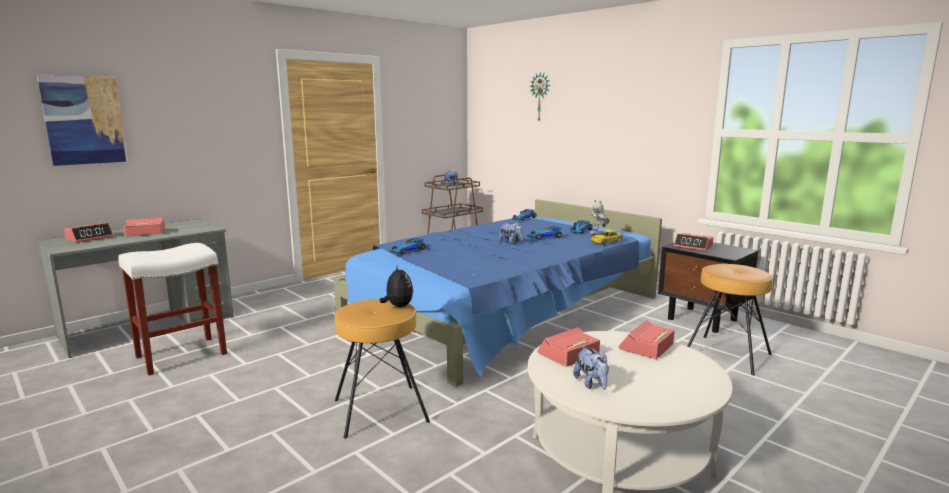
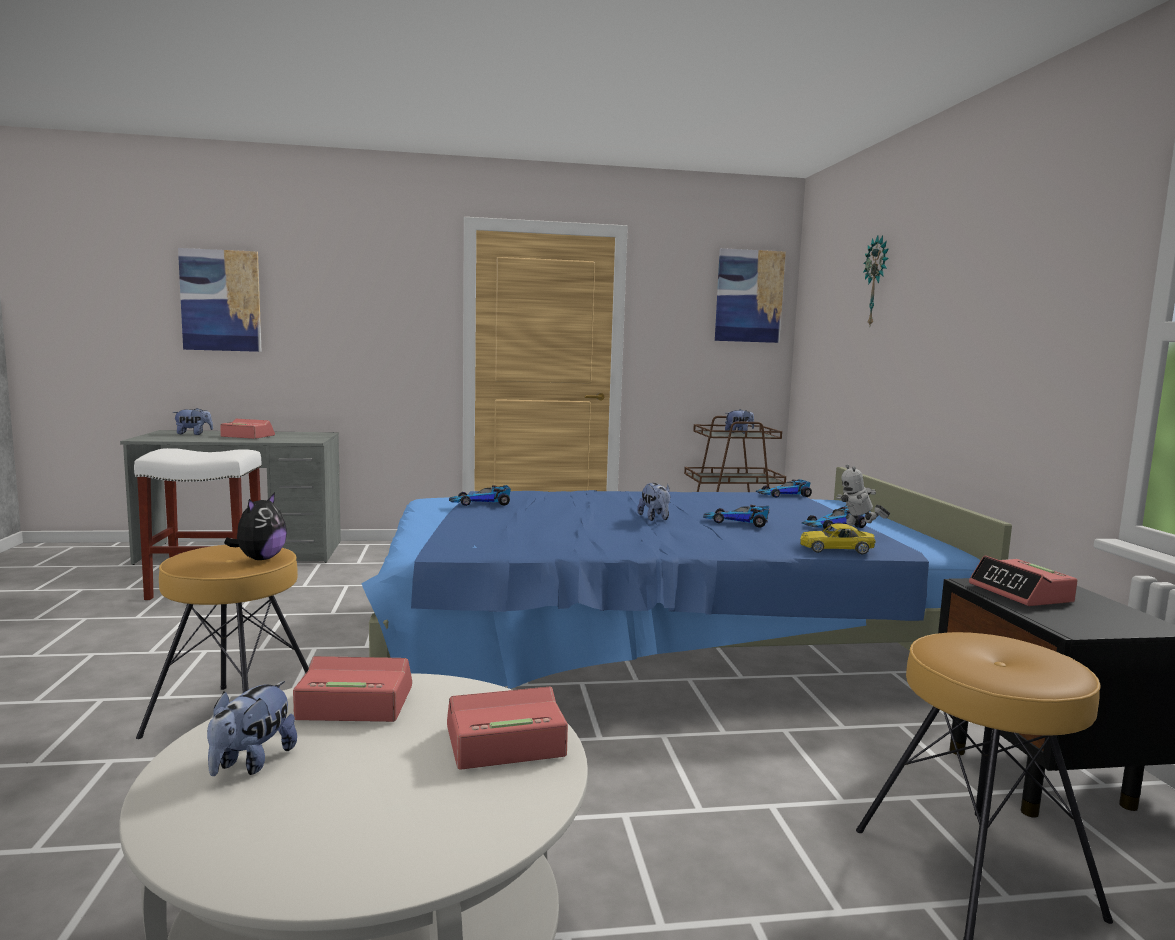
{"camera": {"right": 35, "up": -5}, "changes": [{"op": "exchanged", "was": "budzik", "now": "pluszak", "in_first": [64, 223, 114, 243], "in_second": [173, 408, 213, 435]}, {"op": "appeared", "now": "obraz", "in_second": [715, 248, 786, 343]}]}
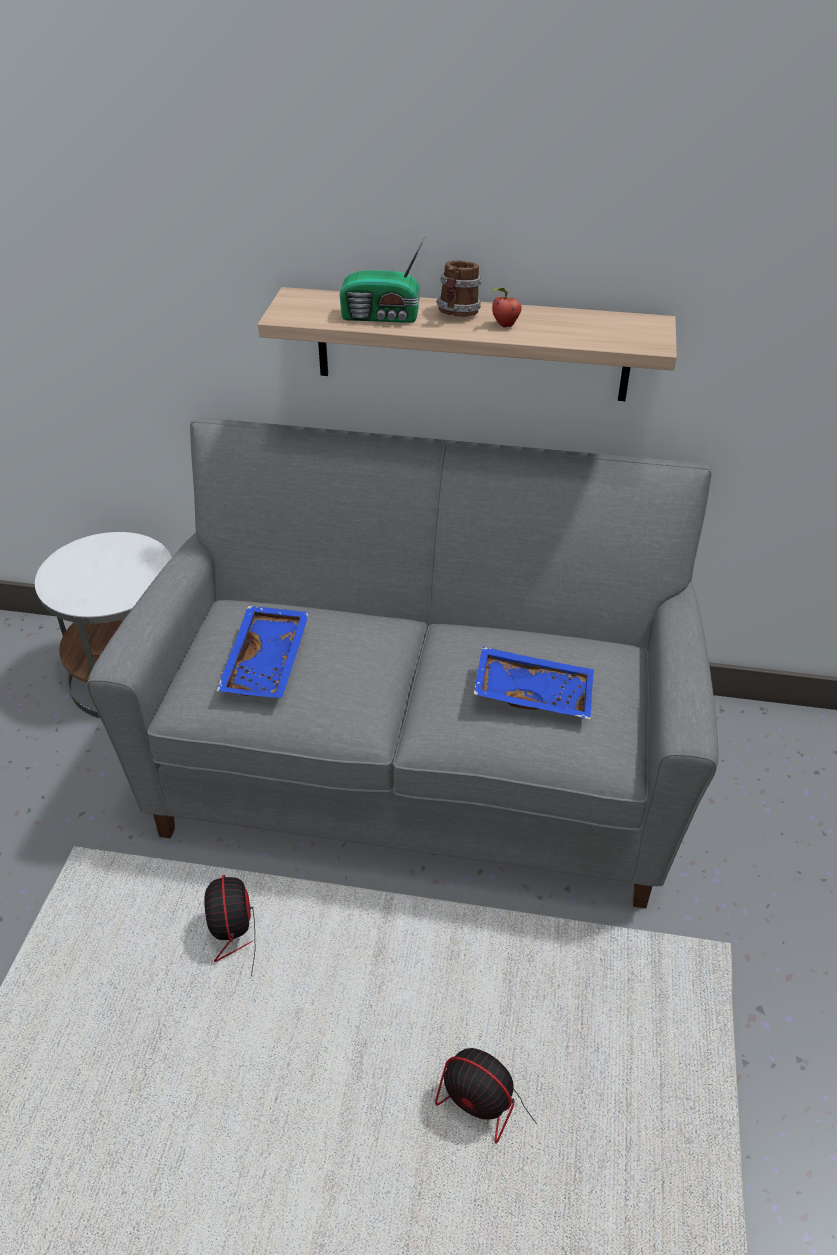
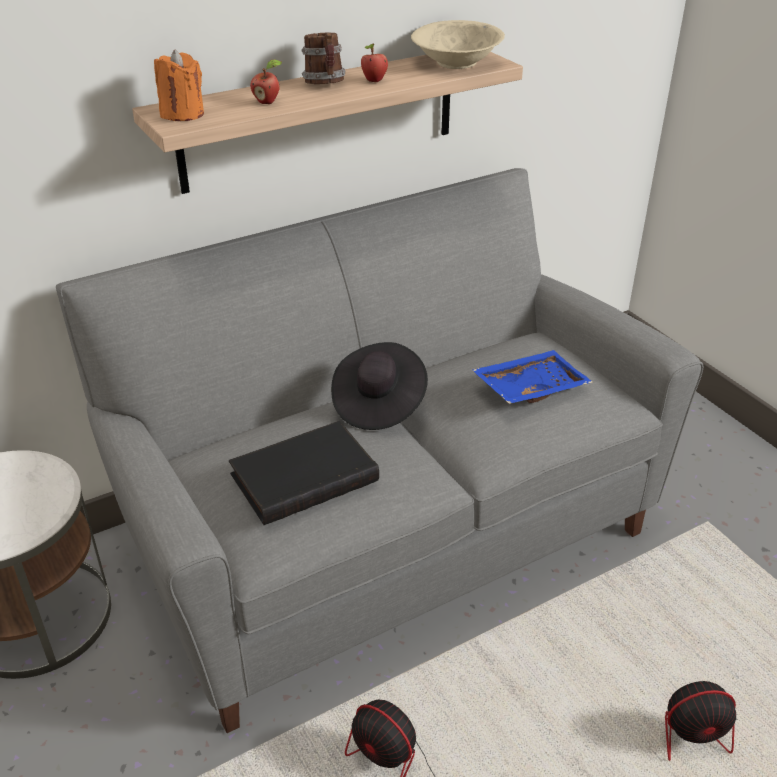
{"camera": {"right": -40, "up": -5}, "changes": [{"op": "exchanged", "was": "taca (niebieski)", "now": "książka (czarny)", "in_first": [217, 606, 309, 698], "in_second": [229, 421, 379, 525]}, {"op": "exchanged", "was": "radio", "now": "jabłko", "in_first": [340, 237, 425, 323], "in_second": [250, 59, 282, 104]}, {"op": "appeared", "now": "świeca (pomarańczowy)", "in_second": [154, 49, 204, 121]}, {"op": "appeared", "now": "kapelusz (czarny)", "in_second": [331, 342, 428, 430]}, {"op": "appeared", "now": "miska (beżowy)", "in_second": [411, 20, 505, 69]}]}
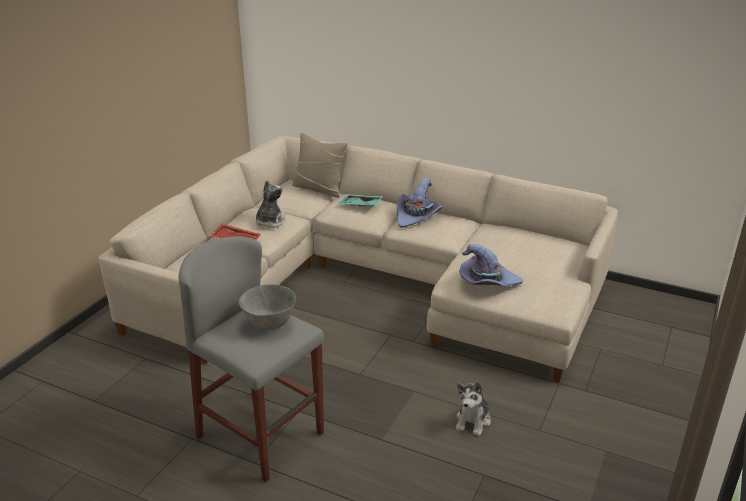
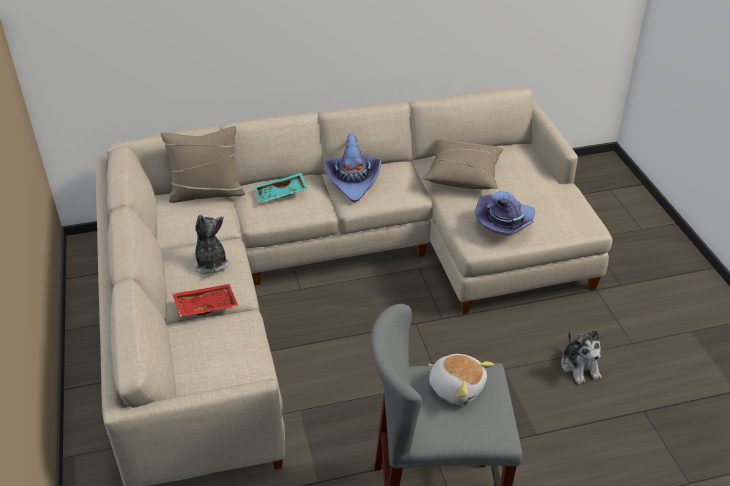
{"camera": {"right": -40, "up": 10}, "changes": [{"op": "exchanged", "was": "miska (szary)", "now": "pluszak", "in_first": [239, 284, 296, 330], "in_second": [428, 354, 494, 405]}, {"op": "appeared", "now": "poduszka (beżowy)", "in_second": [422, 140, 504, 189]}]}
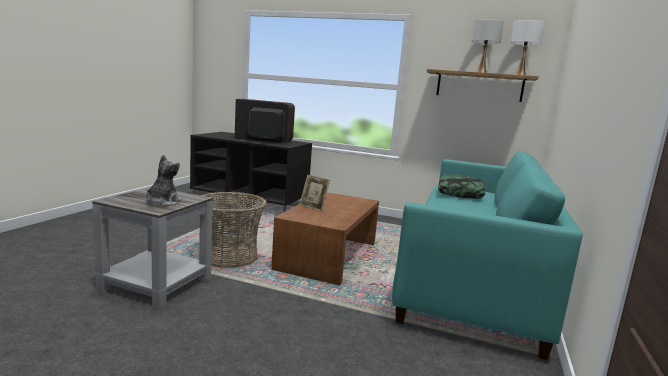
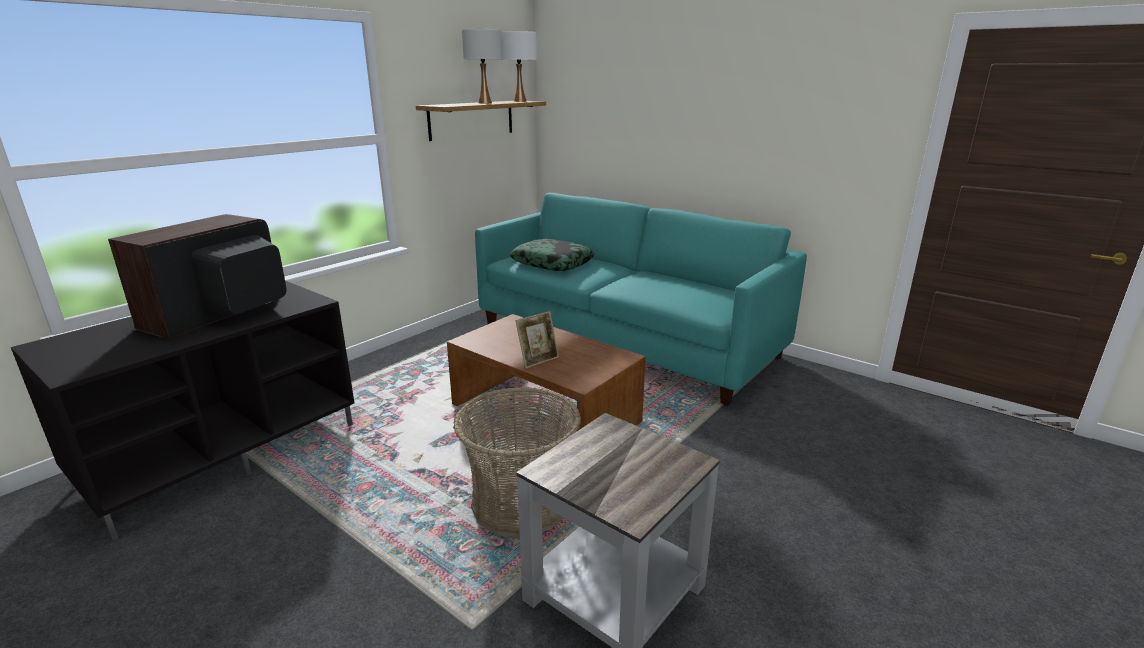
{"camera": {"right": -70, "up": 10}, "changes": [{"op": "missing", "was": "pluszak", "in_first": [146, 155, 181, 206]}]}
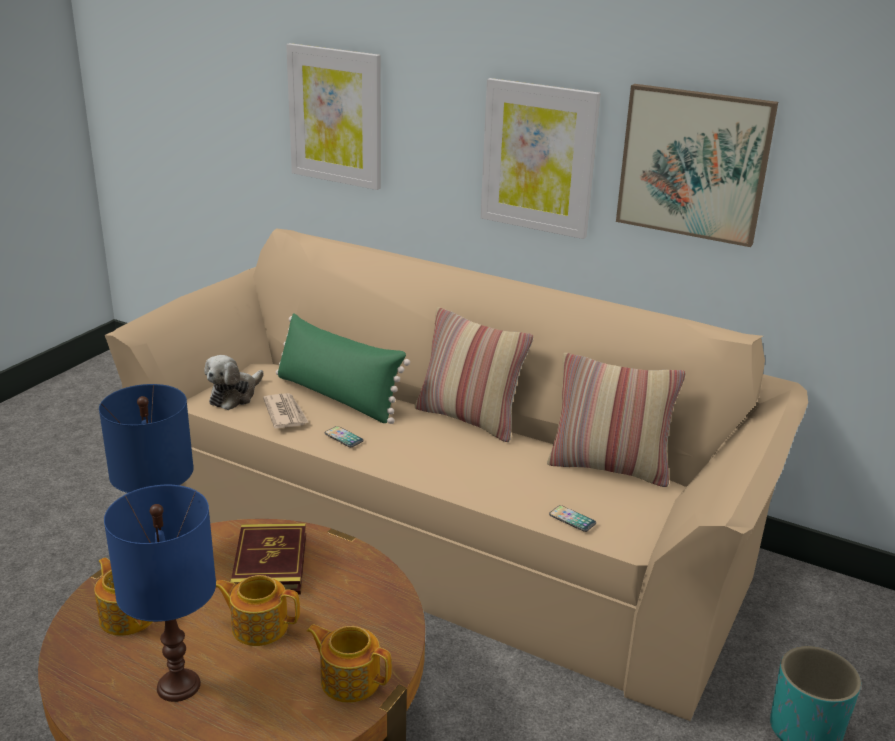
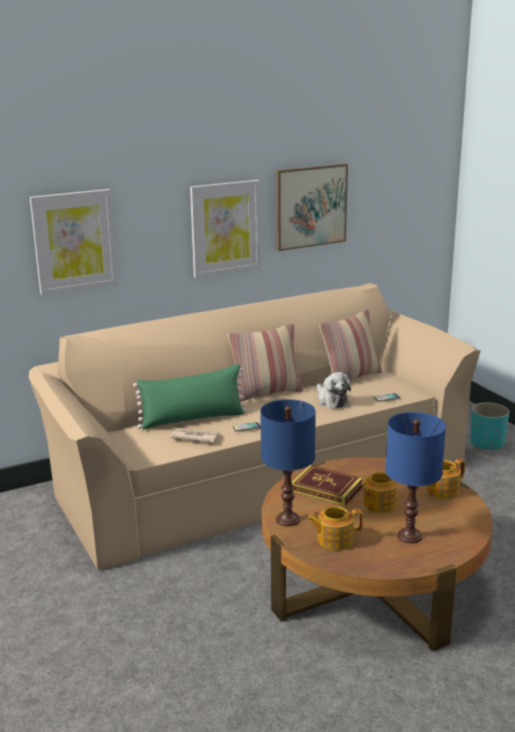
{"camera": {"right": -55, "up": -5}, "changes": [{"op": "relocated", "was": "pluszak", "in_first": [204, 355, 264, 410], "in_second": [317, 372, 351, 409]}]}
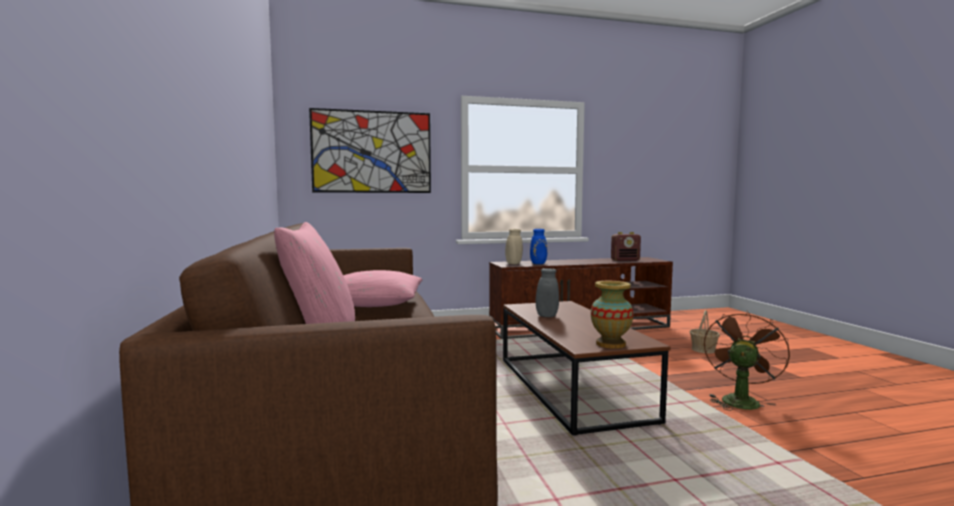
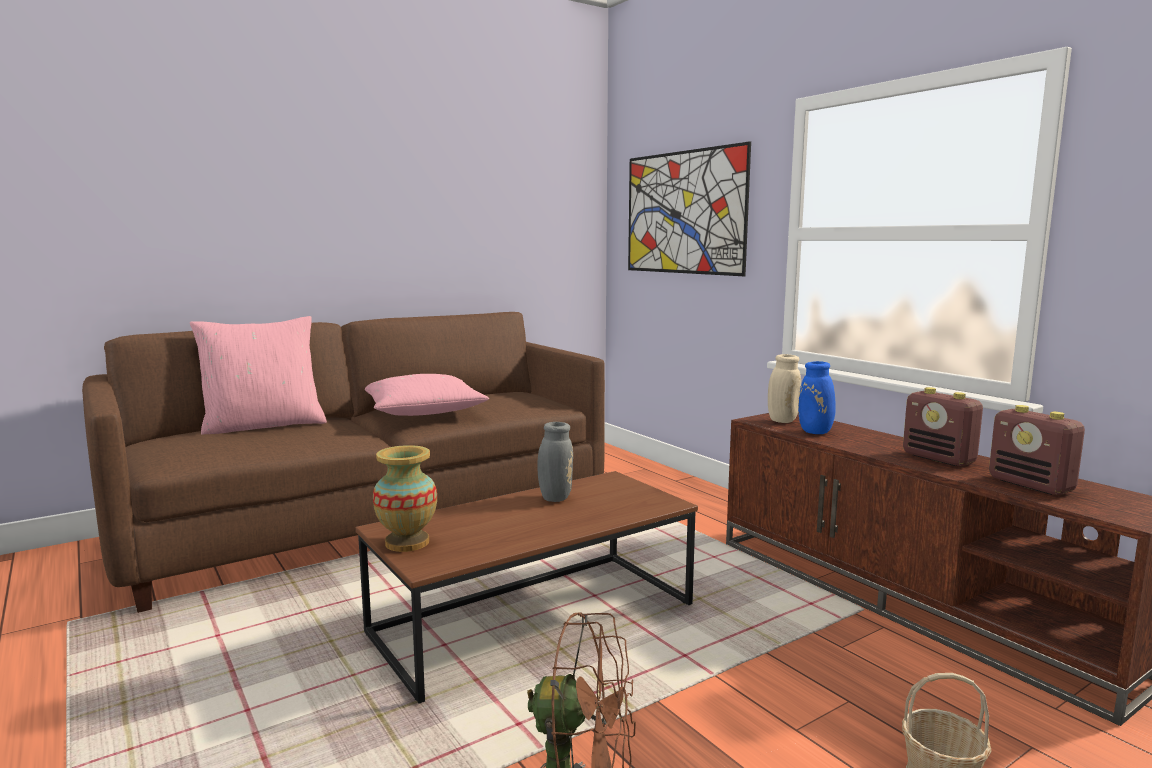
{"camera": {"right": 70, "up": 5}, "changes": [{"op": "appeared", "now": "radio", "in_second": [903, 387, 983, 466]}]}
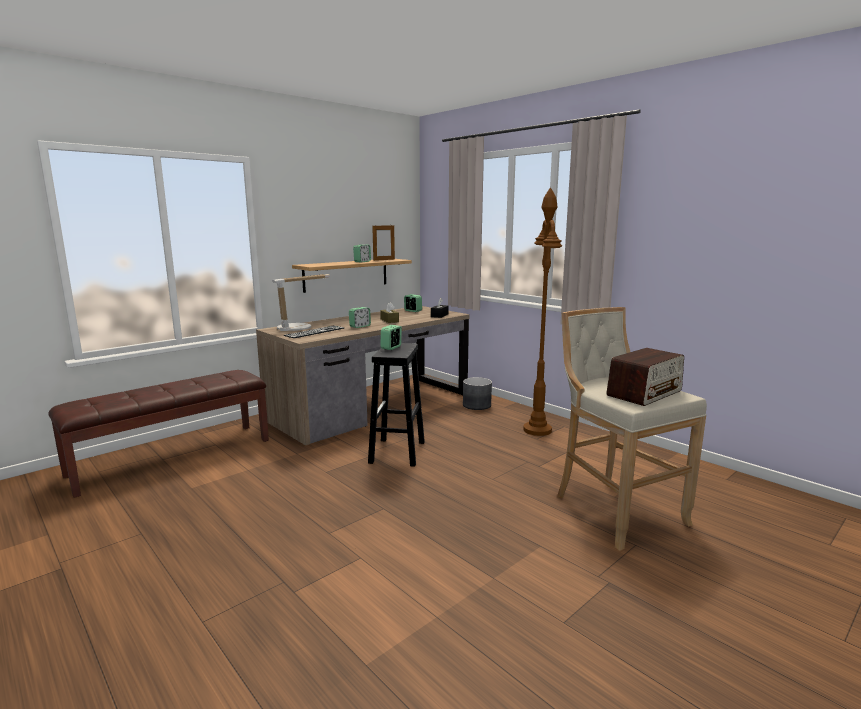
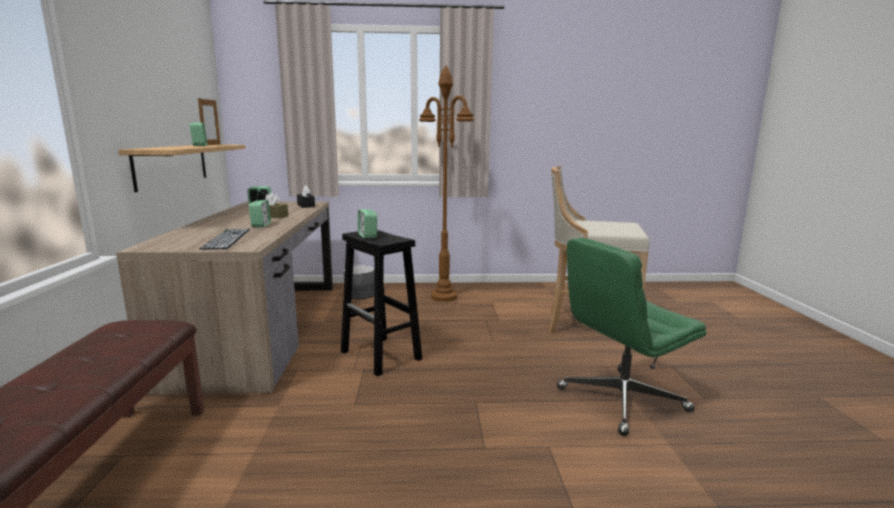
{"camera": {"right": -50, "up": 0}, "changes": [{"op": "missing", "was": "lampa stołowa", "in_first": [272, 274, 330, 331]}, {"op": "missing", "was": "radio", "in_first": [606, 348, 684, 406]}, {"op": "appeared", "now": "krzesło biurowe (zielony)", "in_second": [557, 238, 707, 436]}]}
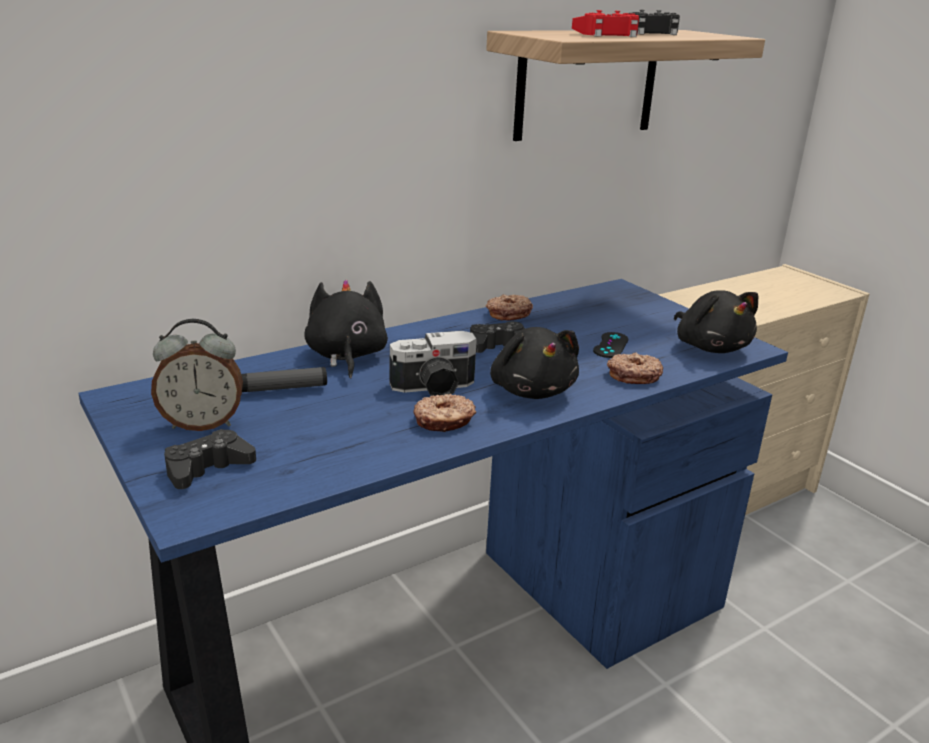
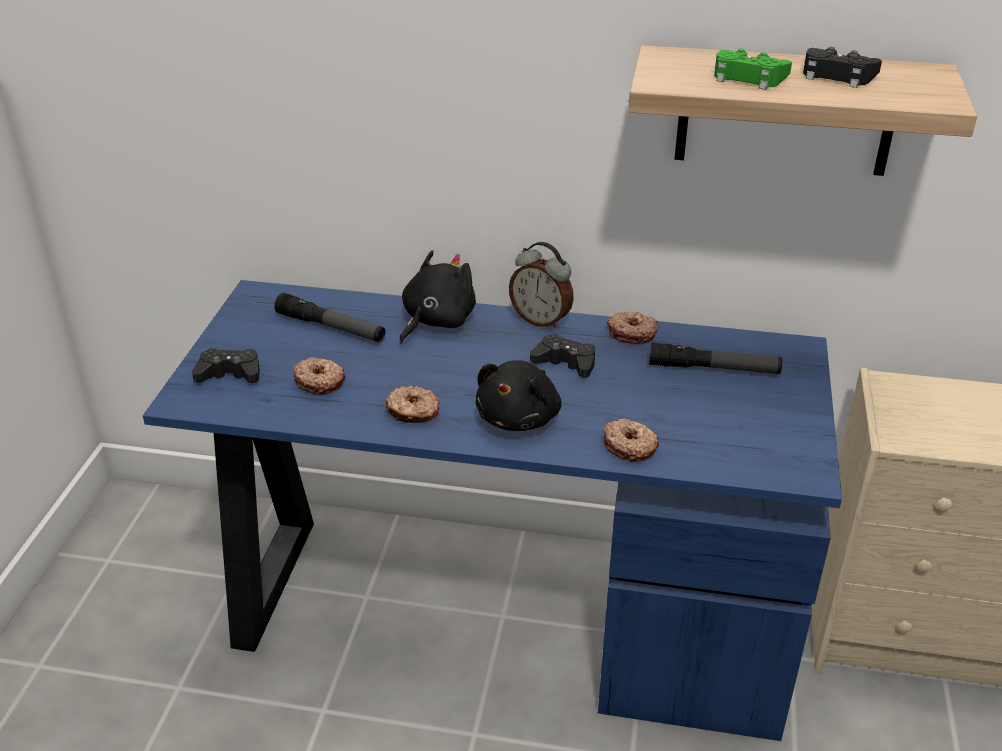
{"camera": {"right": 45, "up": 10}, "changes": [{"op": "relocated", "was": "budzik", "in_first": [151, 319, 243, 431], "in_second": [509, 242, 574, 329]}, {"op": "missing", "was": "aparat fotograficzny", "in_first": [389, 331, 477, 396]}, {"op": "colour", "was": "pad do gier (czerwony)", "now": "pad do gier (zielony)", "in_first": [572, 10, 639, 37], "in_second": [714, 48, 792, 90]}, {"op": "missing", "was": "pad do gier (czarny)", "in_first": [593, 332, 628, 358]}, {"op": "missing", "was": "pluszak (czarny)", "in_first": [674, 290, 758, 353]}, {"op": "appeared", "now": "donut", "in_second": [293, 357, 345, 394]}, {"op": "appeared", "now": "latarka", "in_second": [649, 342, 782, 374]}]}
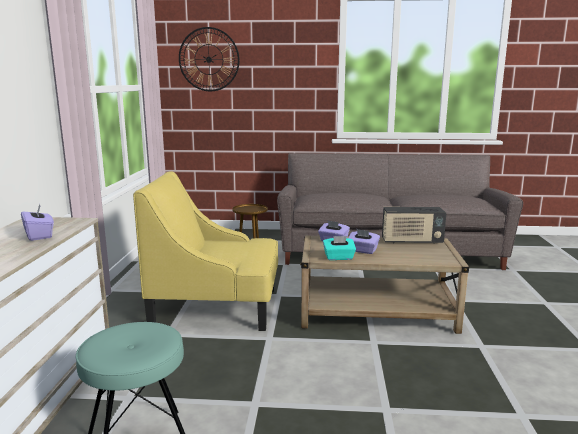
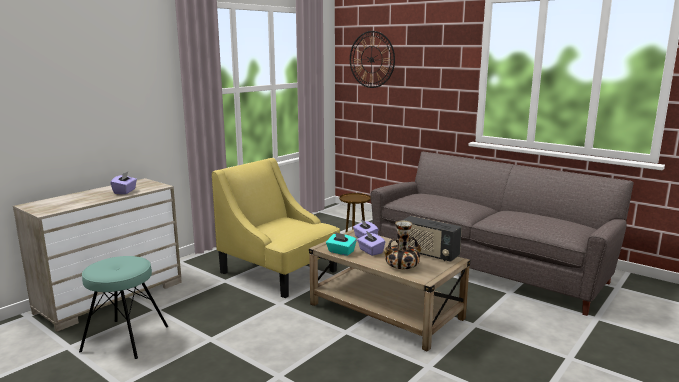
{"camera": {"right": 35, "up": 0}, "changes": [{"op": "appeared", "now": "wazon", "in_second": [384, 221, 421, 269]}]}
